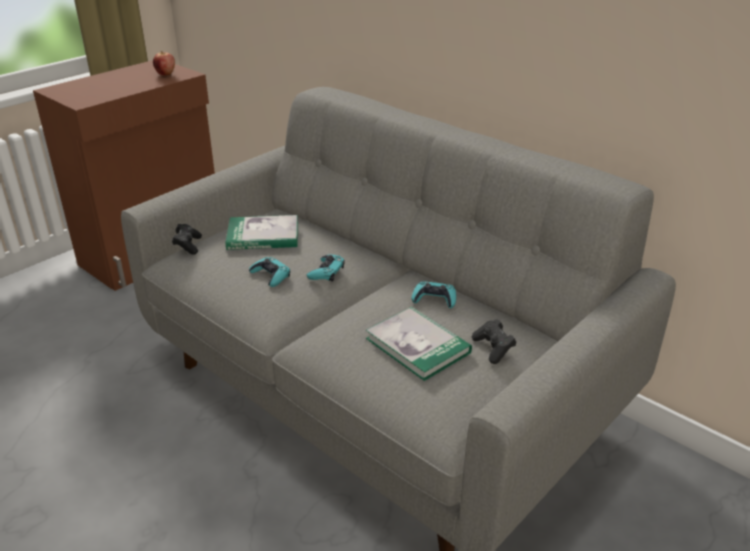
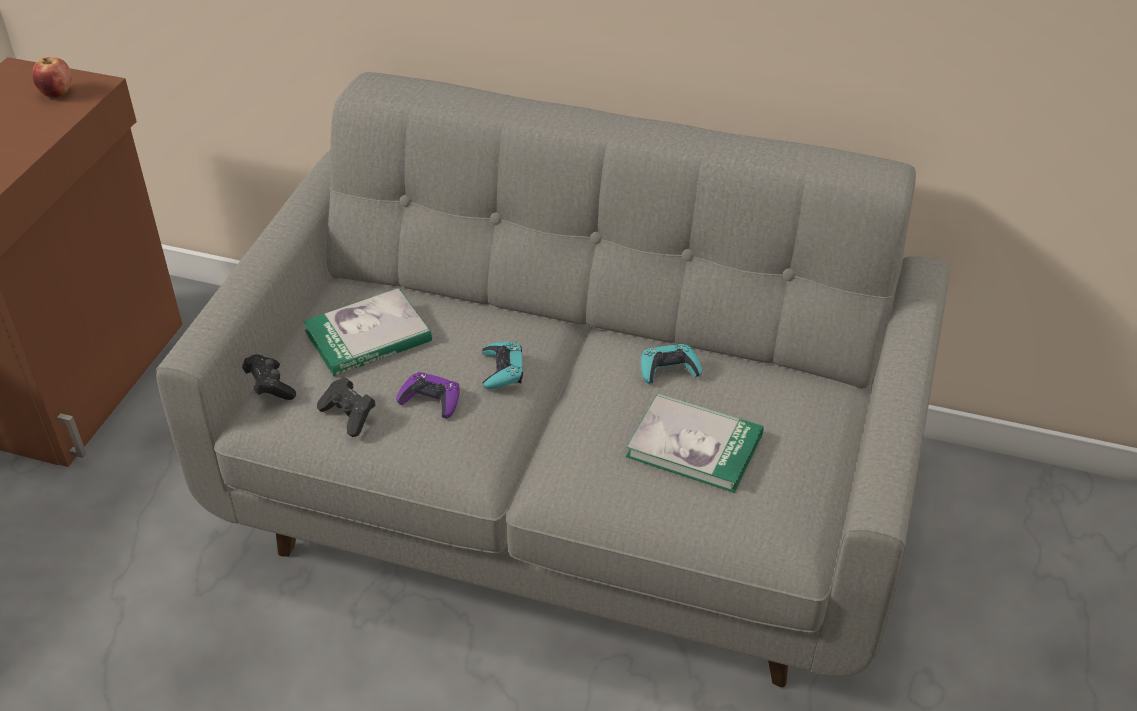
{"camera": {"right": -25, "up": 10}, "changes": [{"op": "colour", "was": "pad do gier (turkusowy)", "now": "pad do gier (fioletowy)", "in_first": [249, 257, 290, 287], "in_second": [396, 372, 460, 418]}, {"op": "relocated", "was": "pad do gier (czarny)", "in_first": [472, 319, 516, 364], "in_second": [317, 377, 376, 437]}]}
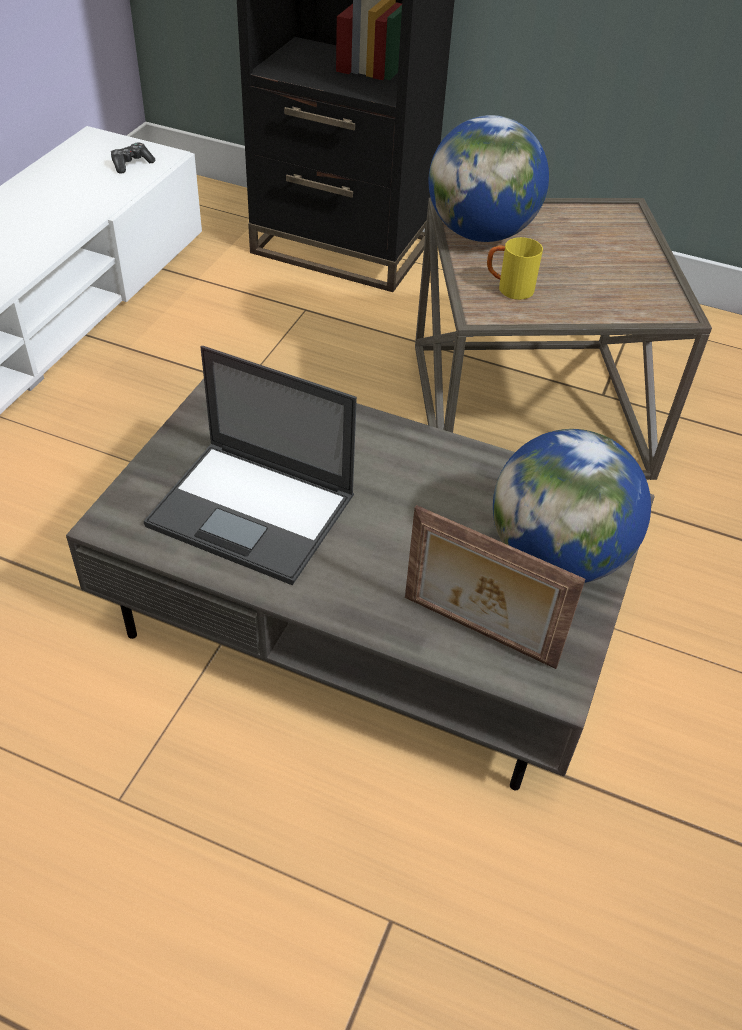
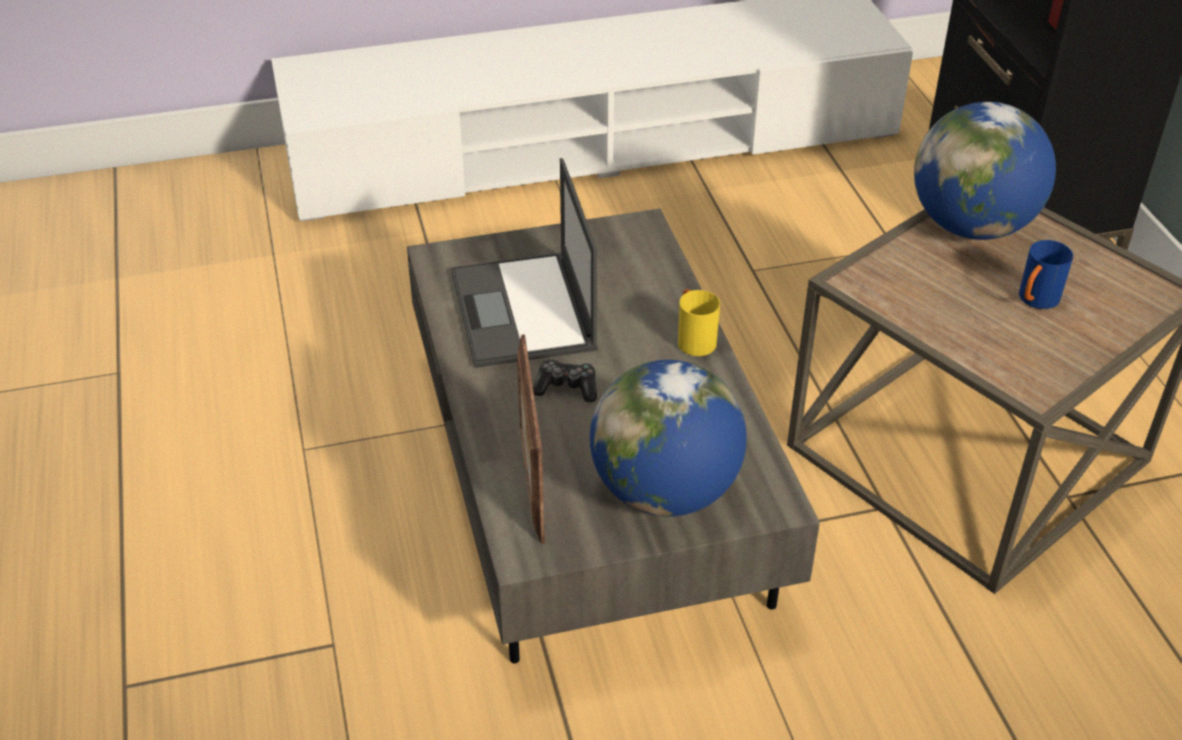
{"camera": {"right": 55, "up": -5}, "changes": [{"op": "relocated", "was": "pad do gier", "in_first": [111, 143, 156, 174], "in_second": [533, 359, 597, 402]}, {"op": "relocated", "was": "kubek (żółty)", "in_first": [487, 237, 543, 300], "in_second": [678, 289, 720, 356]}, {"op": "appeared", "now": "kubek (niebieski)", "in_second": [1019, 240, 1073, 309]}]}
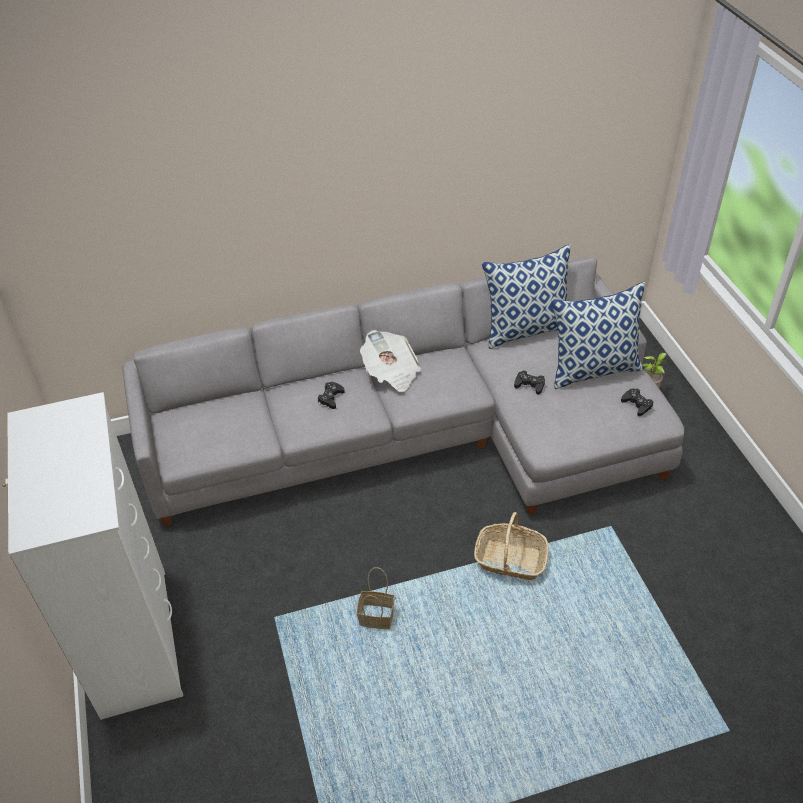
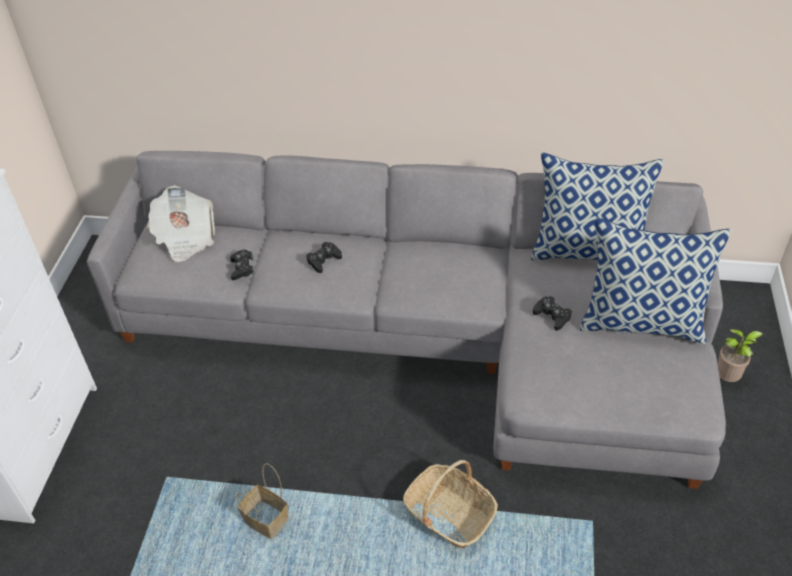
{"camera": {"right": 25, "up": 0}, "changes": [{"op": "relocated", "was": "gazeta", "in_first": [360, 330, 421, 392], "in_second": [147, 185, 215, 262]}, {"op": "relocated", "was": "pad do gier (czarny)", "in_first": [621, 388, 653, 416], "in_second": [230, 250, 254, 280]}]}
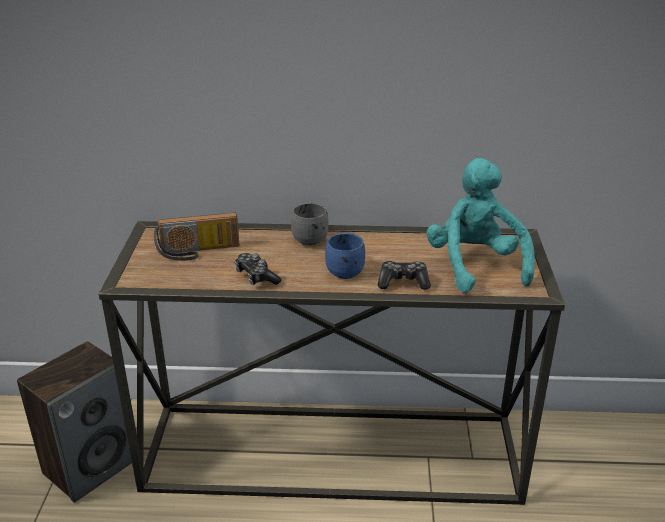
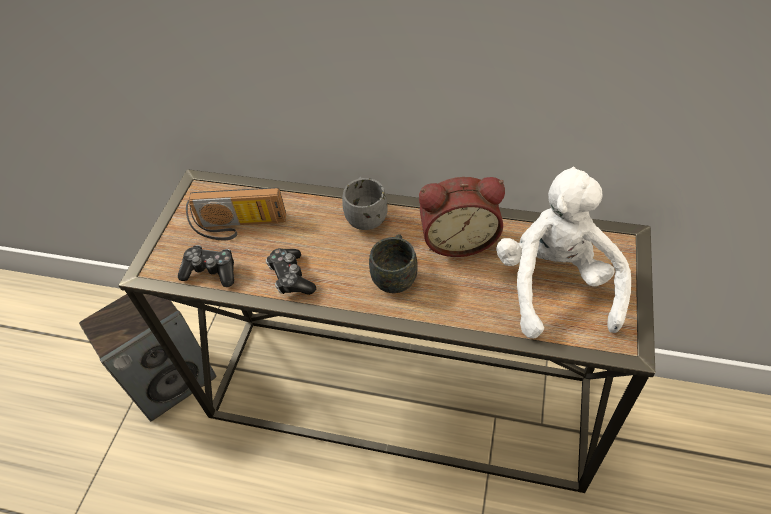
{"camera": {"right": 15, "up": 20}, "changes": [{"op": "colour", "was": "kubek (niebieski)", "now": "kubek (szary)", "in_first": [325, 233, 365, 279], "in_second": [369, 234, 418, 293]}, {"op": "relocated", "was": "pad do gier", "in_first": [378, 261, 431, 290], "in_second": [178, 245, 234, 287]}, {"op": "colour", "was": "pluszak (turkusowy)", "now": "pluszak (biały)", "in_first": [426, 158, 535, 293], "in_second": [496, 167, 631, 339]}, {"op": "appeared", "now": "budzik", "in_second": [419, 177, 505, 257]}]}
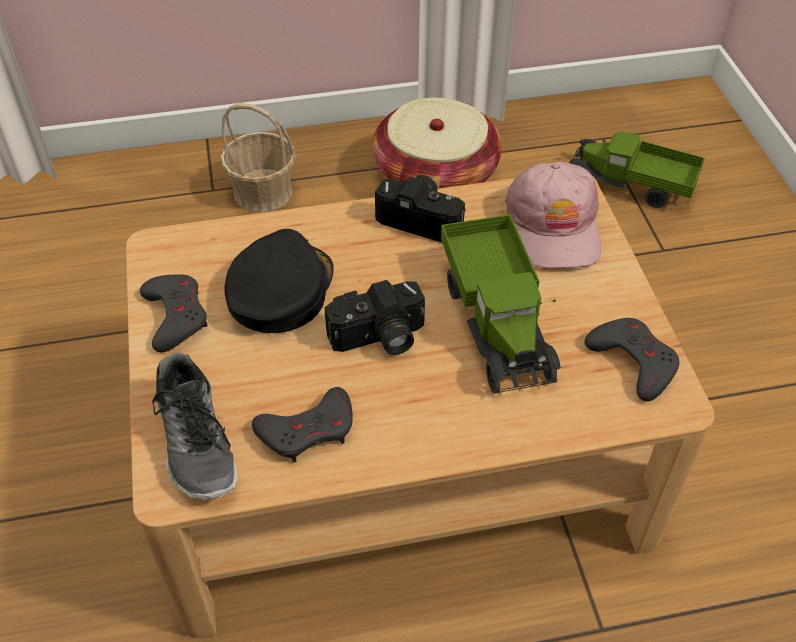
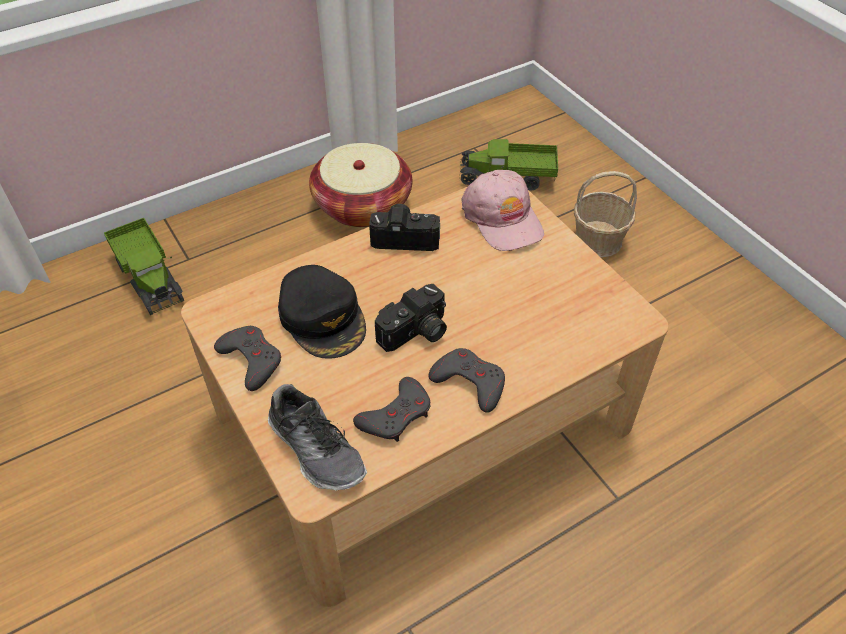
{"camera": {"right": -20, "up": 0}, "changes": [{"op": "relocated", "was": "koszyk", "in_first": [221, 103, 296, 212], "in_second": [574, 171, 637, 257]}, {"op": "spun", "was": "czapka z daszkiem (czarny)", "in_first": [224, 229, 334, 333], "in_second": [278, 265, 366, 359], "clockwise": 150}, {"op": "relocated", "was": "ciężarówka zabawkowa", "in_first": [441, 214, 561, 393], "in_second": [104, 218, 184, 315]}, {"op": "relocated", "was": "pad do gier (szary)", "in_first": [584, 318, 680, 402], "in_second": [428, 348, 505, 413]}]}
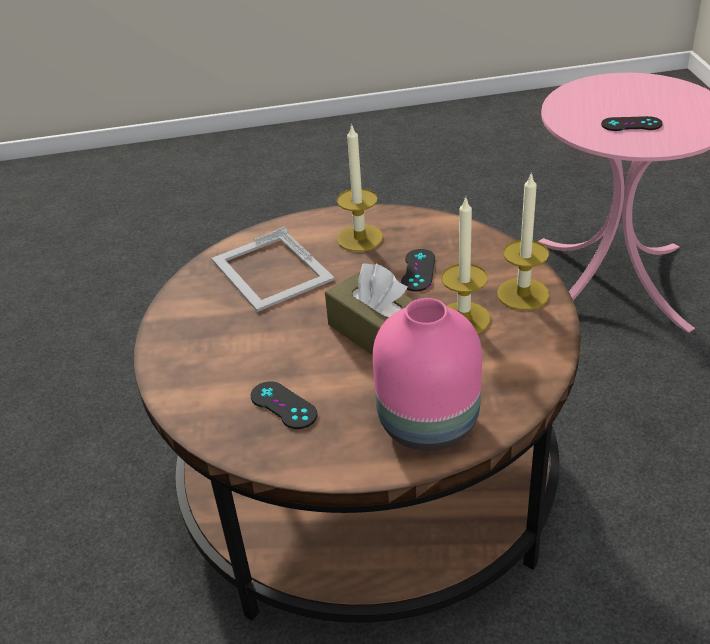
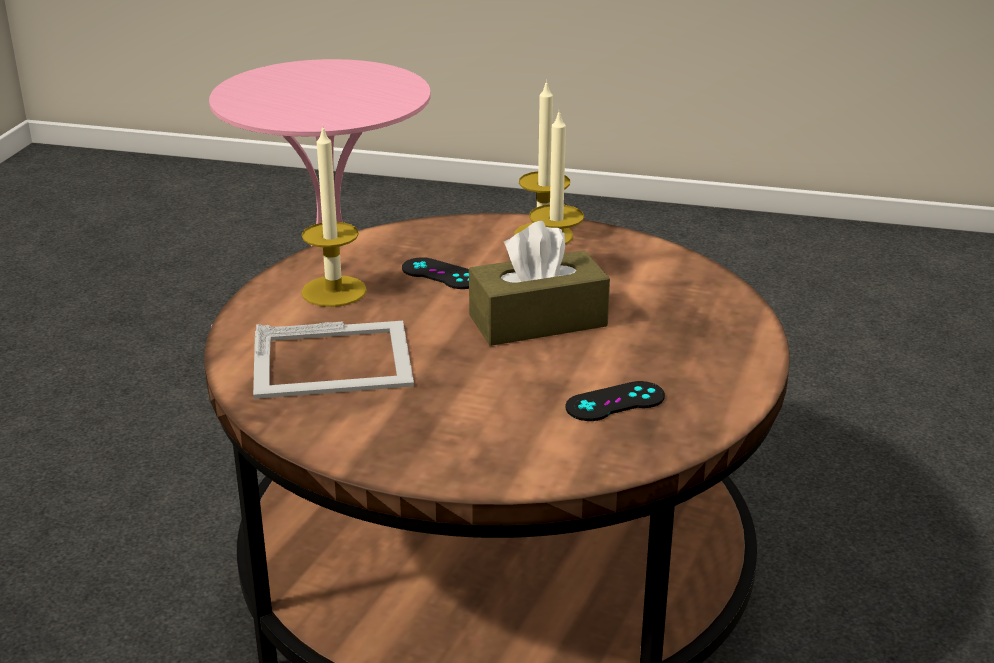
{"camera": {"right": -70, "up": -10}, "changes": [{"op": "missing", "was": "wazon (różowy)", "in_first": [373, 298, 482, 451]}, {"op": "missing", "was": "pad do gier (czarny)", "in_first": [601, 116, 663, 131]}]}
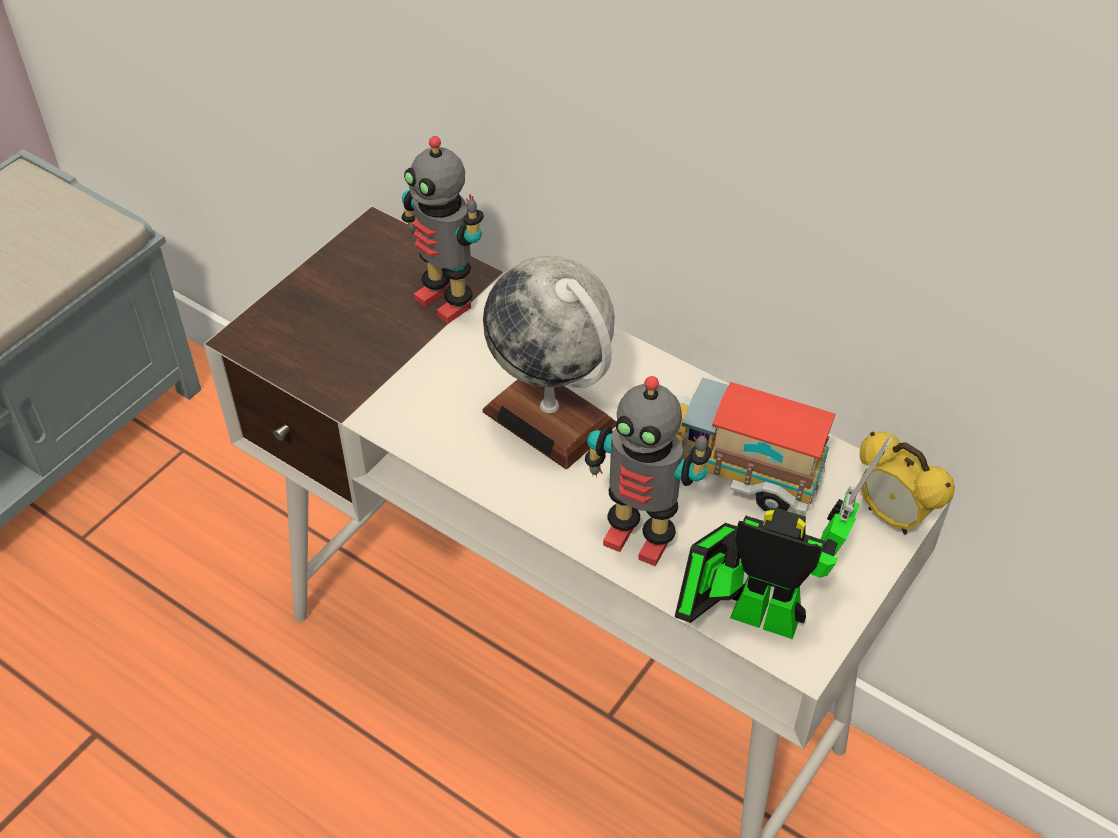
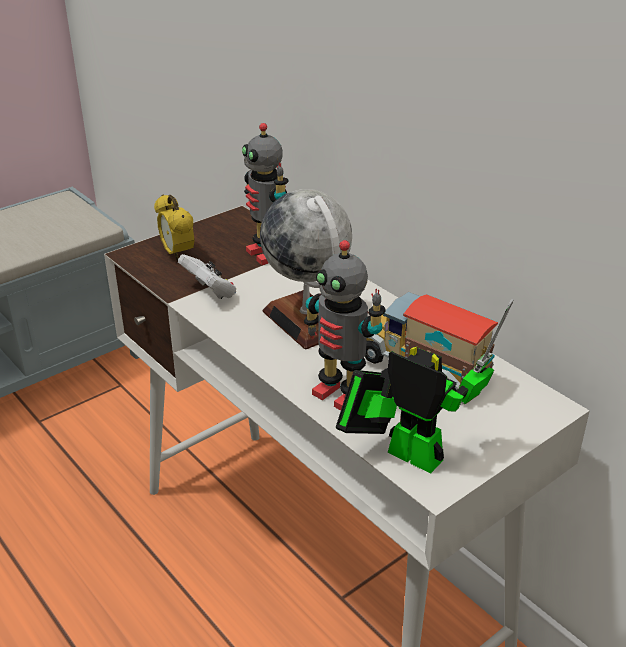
{"camera": {"right": 15, "up": -15}, "changes": [{"op": "relocated", "was": "budzik", "in_first": [860, 431, 955, 535], "in_second": [154, 194, 194, 261]}, {"op": "appeared", "now": "pad do gier (biały)", "in_second": [178, 254, 236, 299]}]}
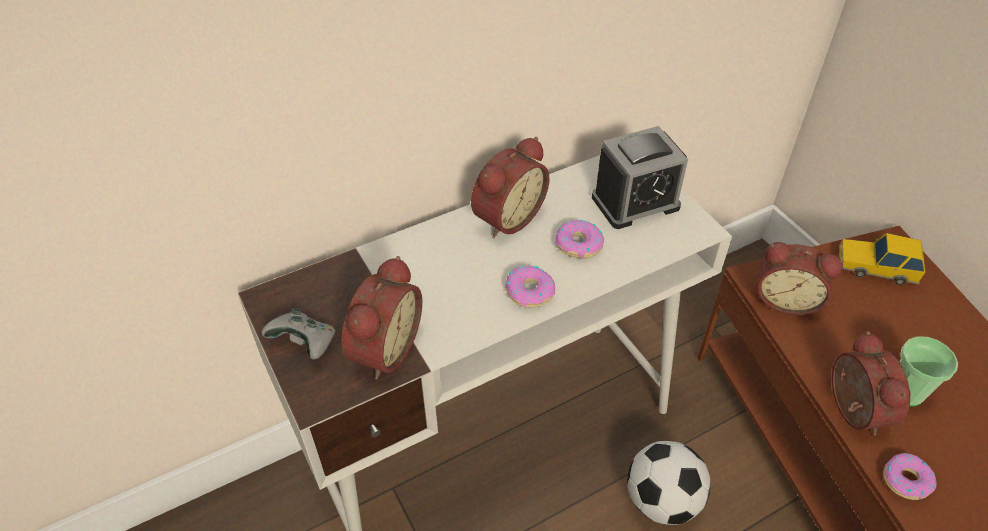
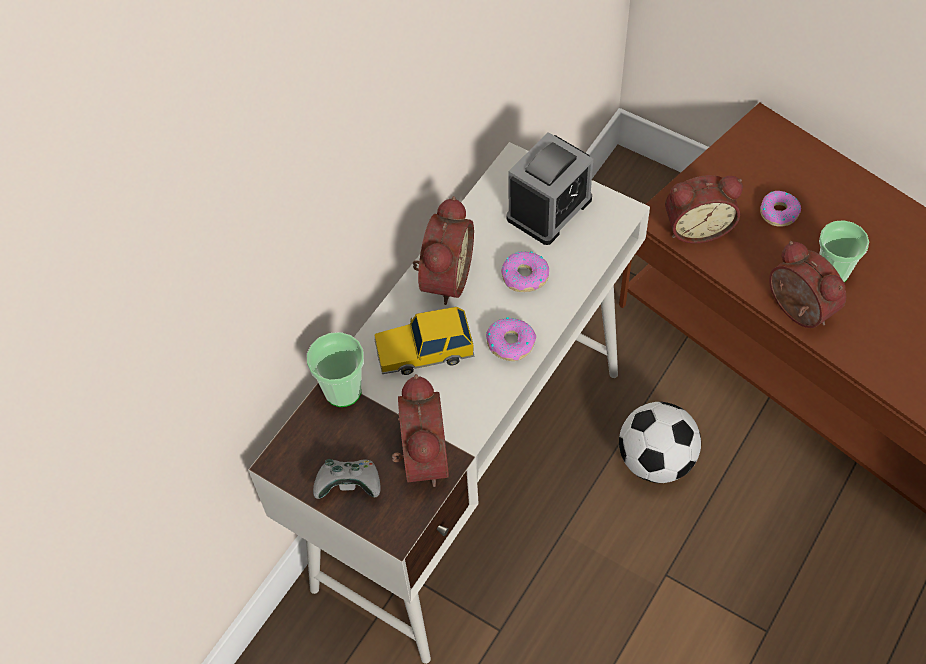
{"camera": {"right": -25, "up": 10}, "changes": [{"op": "relocated", "was": "samochodzik", "in_first": [839, 233, 925, 285], "in_second": [374, 307, 475, 375]}, {"op": "relocated", "was": "donut", "in_first": [883, 453, 937, 500], "in_second": [760, 191, 801, 226]}, {"op": "appeared", "now": "filiżanka", "in_second": [307, 332, 364, 407]}]}
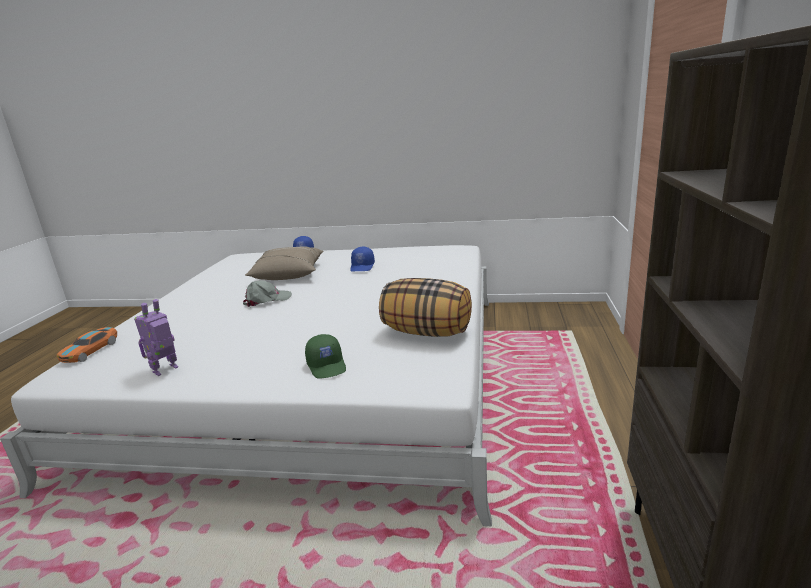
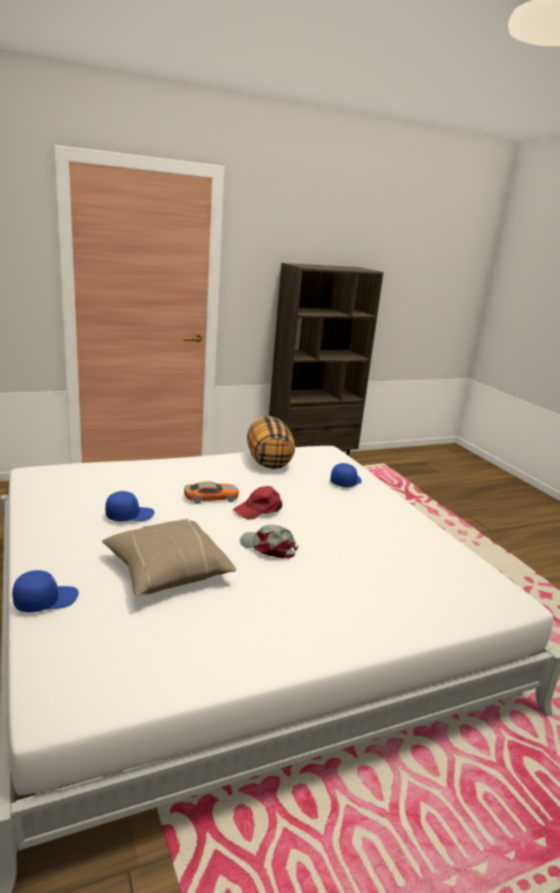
{"camera": {"right": -125, "up": 0}, "changes": [{"op": "relocated", "was": "samochodzik", "in_first": [57, 327, 117, 363], "in_second": [184, 482, 239, 504]}, {"op": "missing", "was": "robot zabawkowy", "in_first": [134, 299, 178, 376]}, {"op": "colour", "was": "czapka z daszkiem (zielony)", "now": "czapka z daszkiem (niebieski)", "in_first": [305, 334, 346, 379], "in_second": [330, 463, 362, 487]}, {"op": "appeared", "now": "czapka z daszkiem (czerwony)", "in_second": [233, 486, 282, 520]}]}
